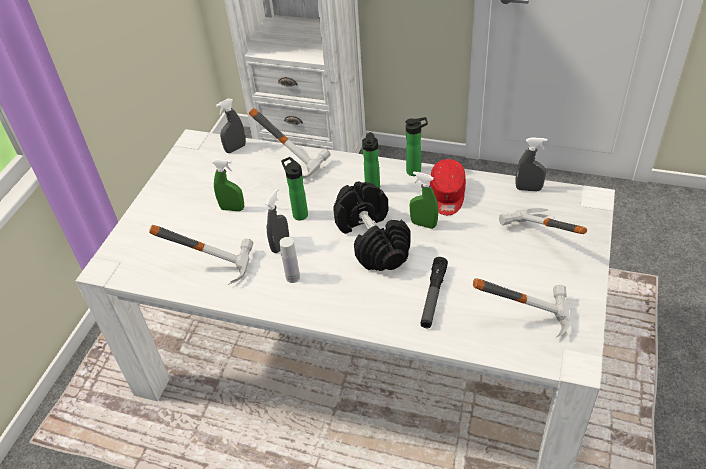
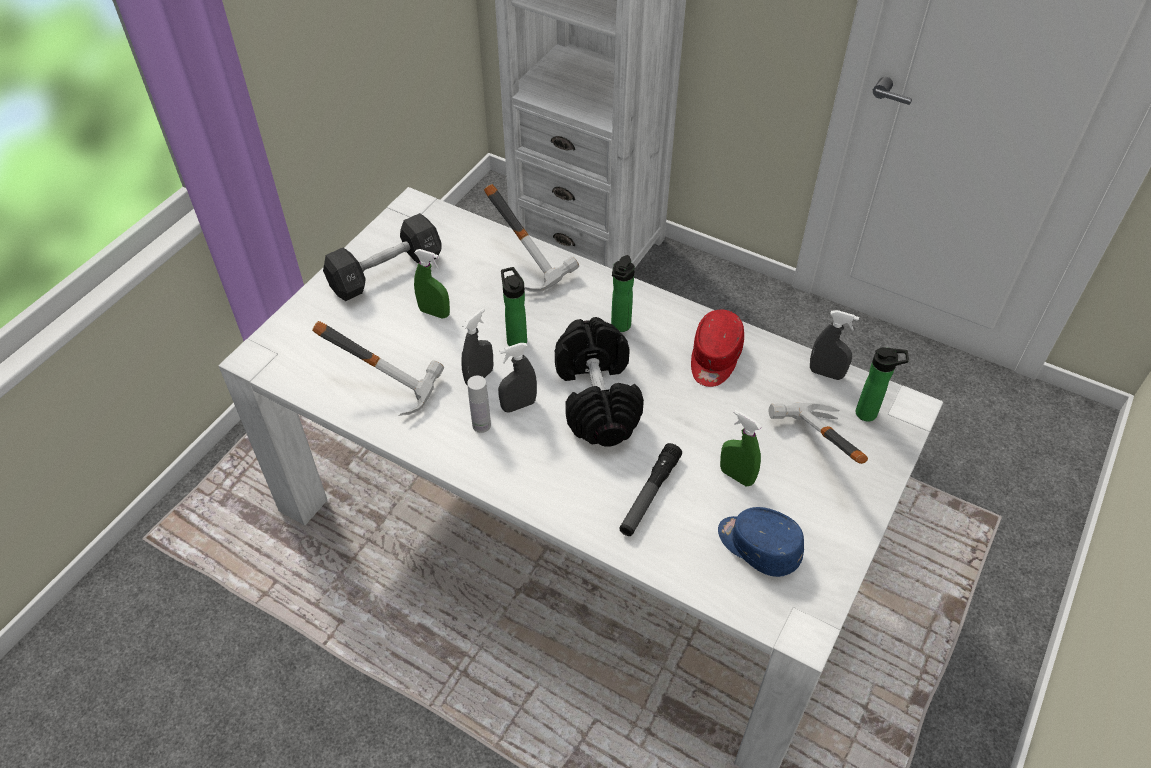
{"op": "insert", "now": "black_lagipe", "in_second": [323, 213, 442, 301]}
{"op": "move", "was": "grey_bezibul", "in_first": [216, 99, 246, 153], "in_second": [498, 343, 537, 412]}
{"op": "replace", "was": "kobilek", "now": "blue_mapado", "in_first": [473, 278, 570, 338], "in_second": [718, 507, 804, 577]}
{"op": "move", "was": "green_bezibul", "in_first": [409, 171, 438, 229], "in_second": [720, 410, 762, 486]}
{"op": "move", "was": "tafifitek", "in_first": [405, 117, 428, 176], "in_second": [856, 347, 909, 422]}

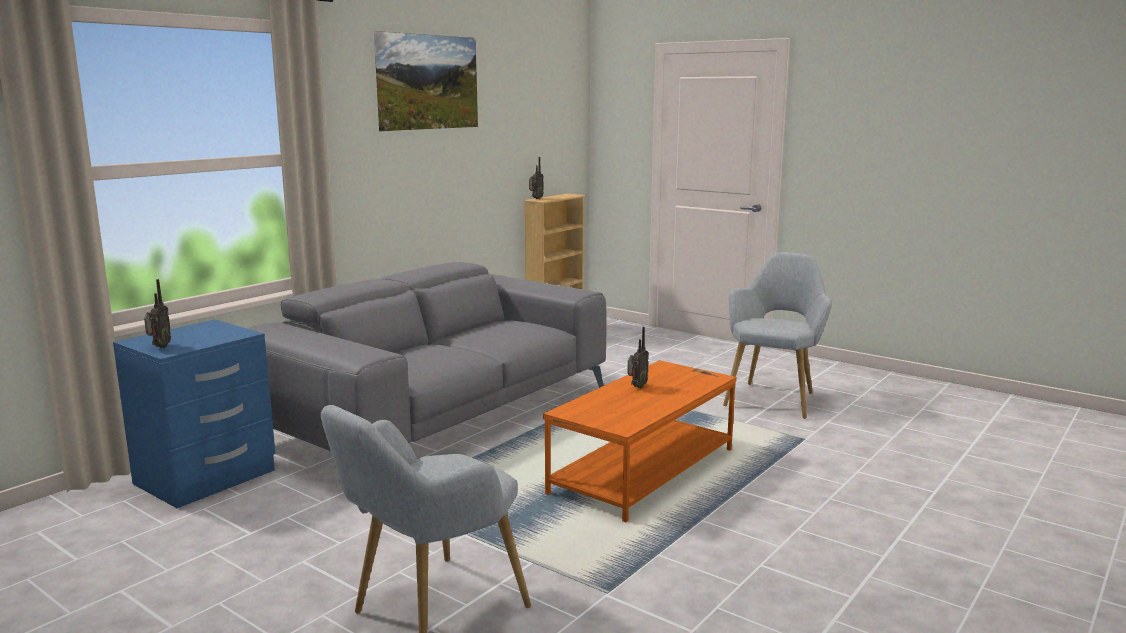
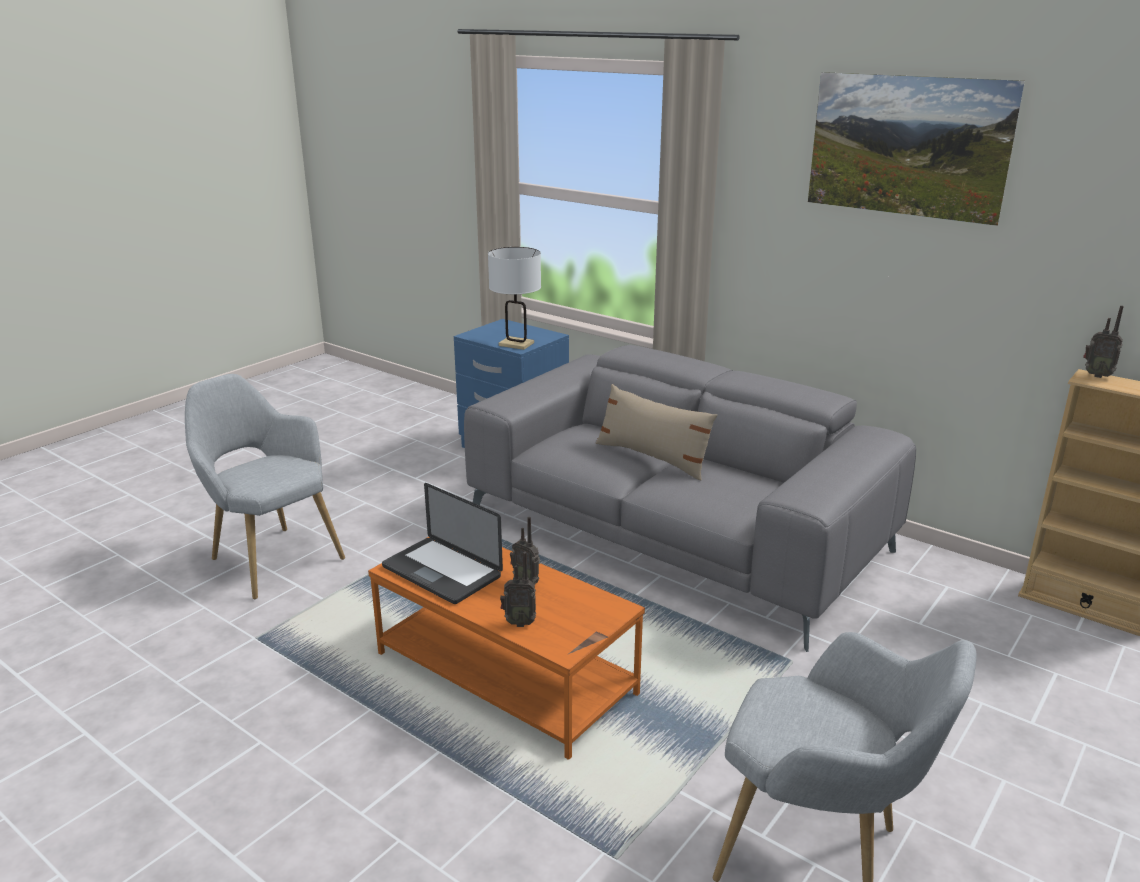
{"op": "insert", "now": "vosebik", "in_second": [382, 483, 503, 604]}
{"op": "insert", "now": "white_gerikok", "in_second": [488, 247, 541, 350]}
{"op": "move", "was": "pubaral", "in_first": [144, 279, 171, 348], "in_second": [500, 552, 536, 627]}
{"op": "insert", "now": "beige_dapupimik", "in_second": [596, 384, 717, 480]}

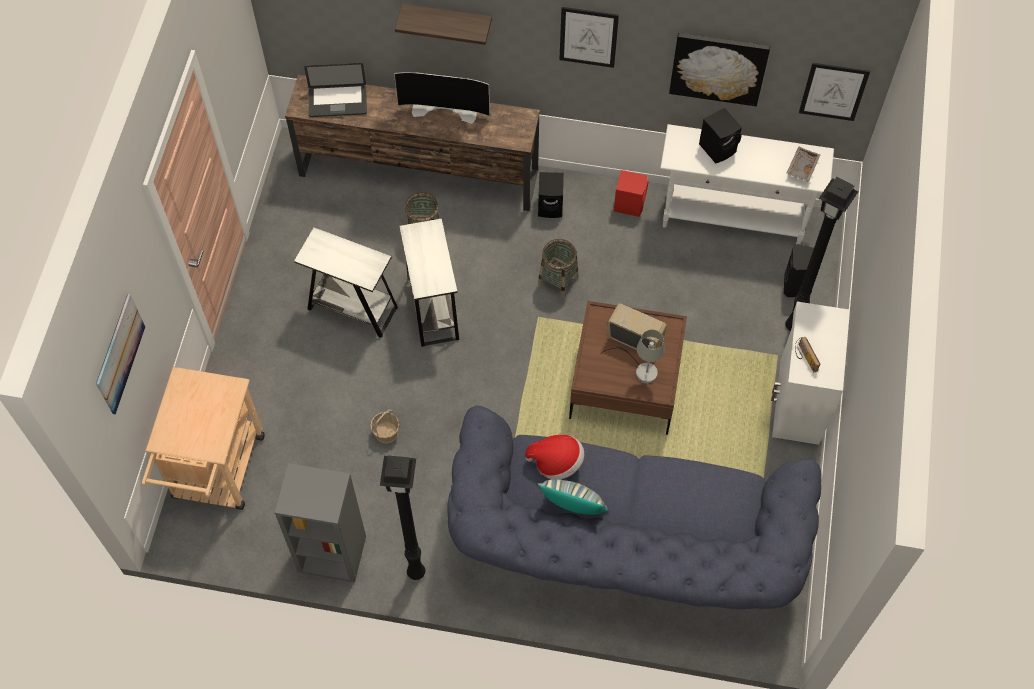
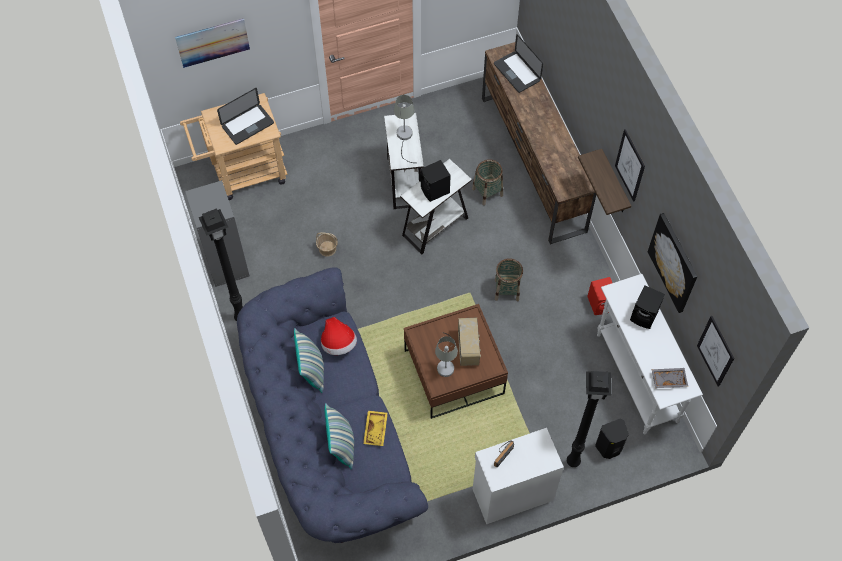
{"op": "insert", "now": "vosebik", "in_second": [217, 88, 274, 145]}
{"op": "insert", "now": "dapupimik", "in_second": [325, 403, 354, 470]}
{"op": "insert", "now": "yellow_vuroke", "in_second": [363, 411, 388, 446]}
{"op": "insert", "now": "grey_gerikok", "in_second": [394, 95, 415, 163]}
{"op": "move", "was": "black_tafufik", "in_first": [538, 172, 564, 218], "in_second": [419, 160, 451, 202]}
{"op": "move", "was": "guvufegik", "in_first": [395, 4, 492, 45], "in_second": [578, 149, 631, 215]}
{"op": "delete", "was": "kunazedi", "in_first": [394, 72, 490, 124]}

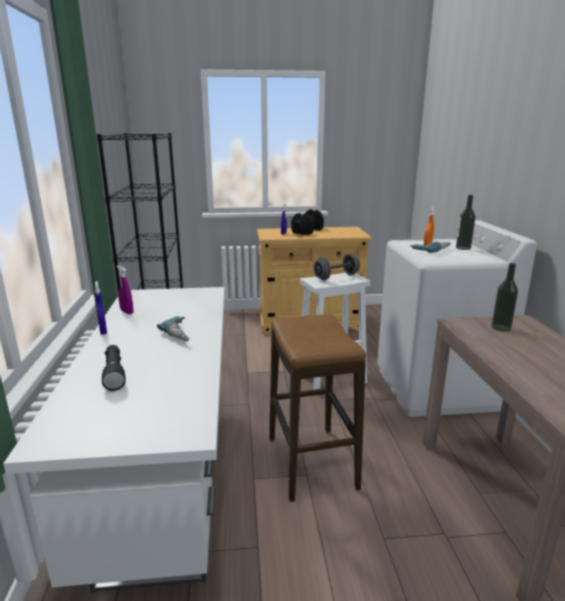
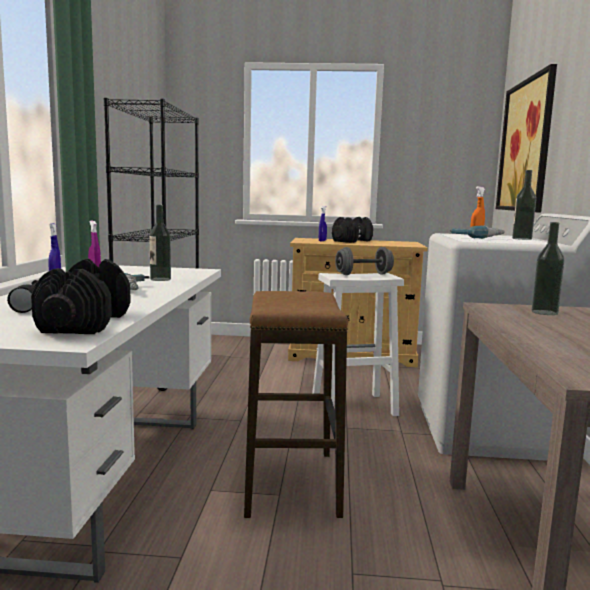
{"op": "insert", "now": "black_lagipe", "in_second": [31, 259, 131, 334]}
{"op": "insert", "now": "tafifitek", "in_second": [149, 205, 171, 281]}
{"op": "insert", "now": "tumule", "in_second": [496, 64, 557, 212]}

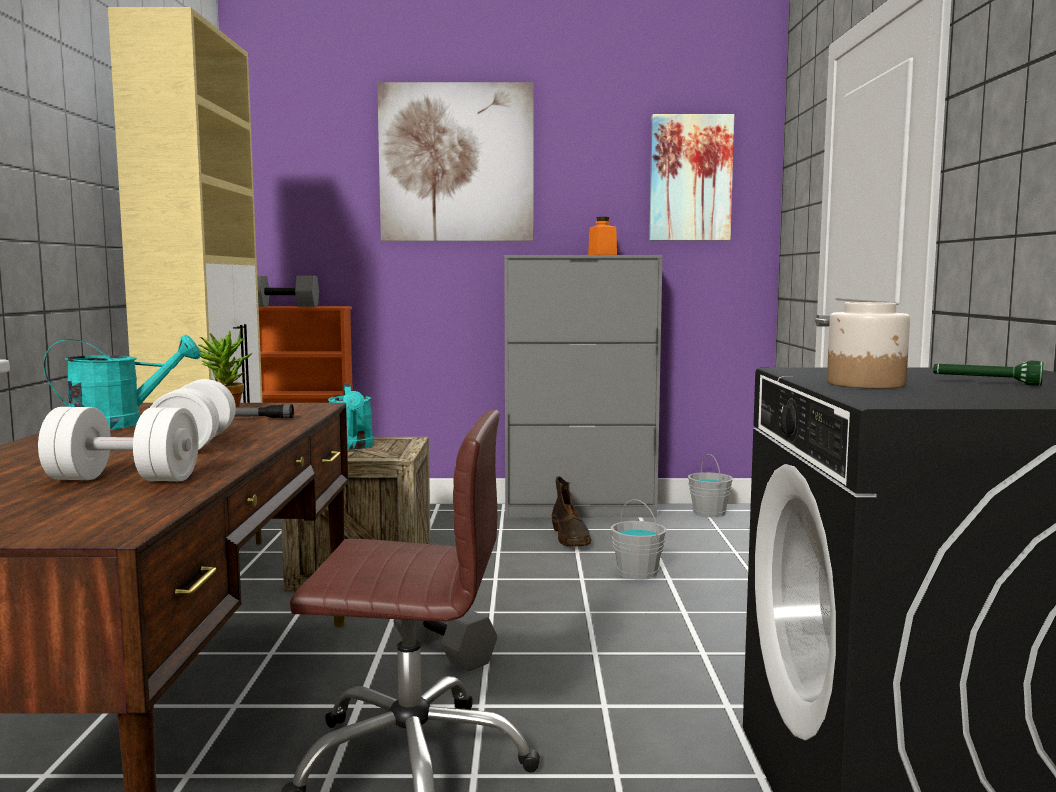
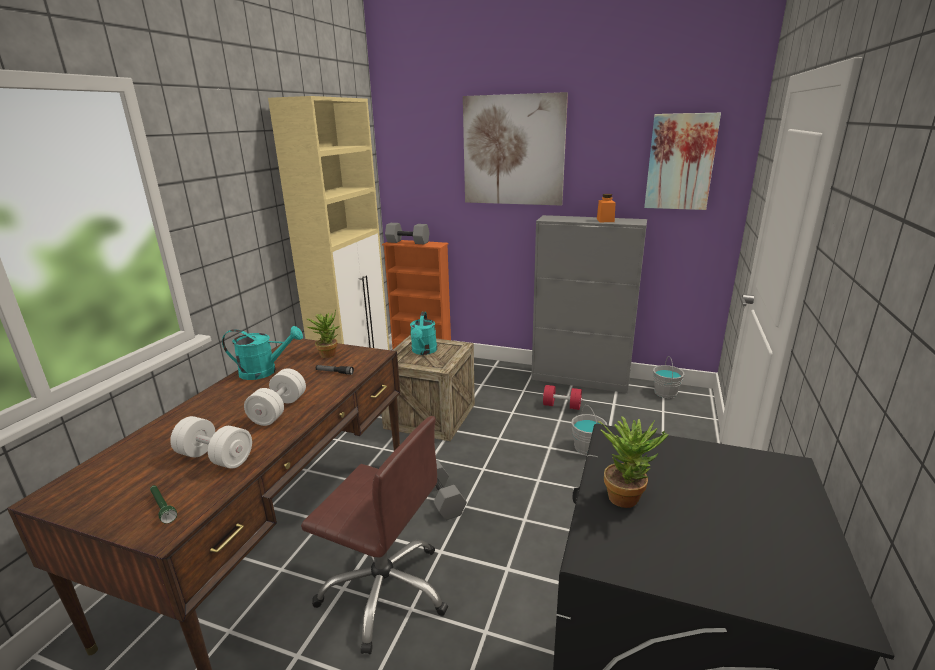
{"op": "move", "was": "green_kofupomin", "in_first": [933, 361, 1043, 386], "in_second": [150, 485, 177, 524]}
{"op": "replace", "was": "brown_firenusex", "now": "red_lagipe", "in_first": [552, 476, 592, 547], "in_second": [543, 385, 582, 410]}
{"op": "replace", "was": "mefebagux", "now": "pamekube", "in_first": [827, 302, 910, 389], "in_second": [598, 416, 669, 508]}

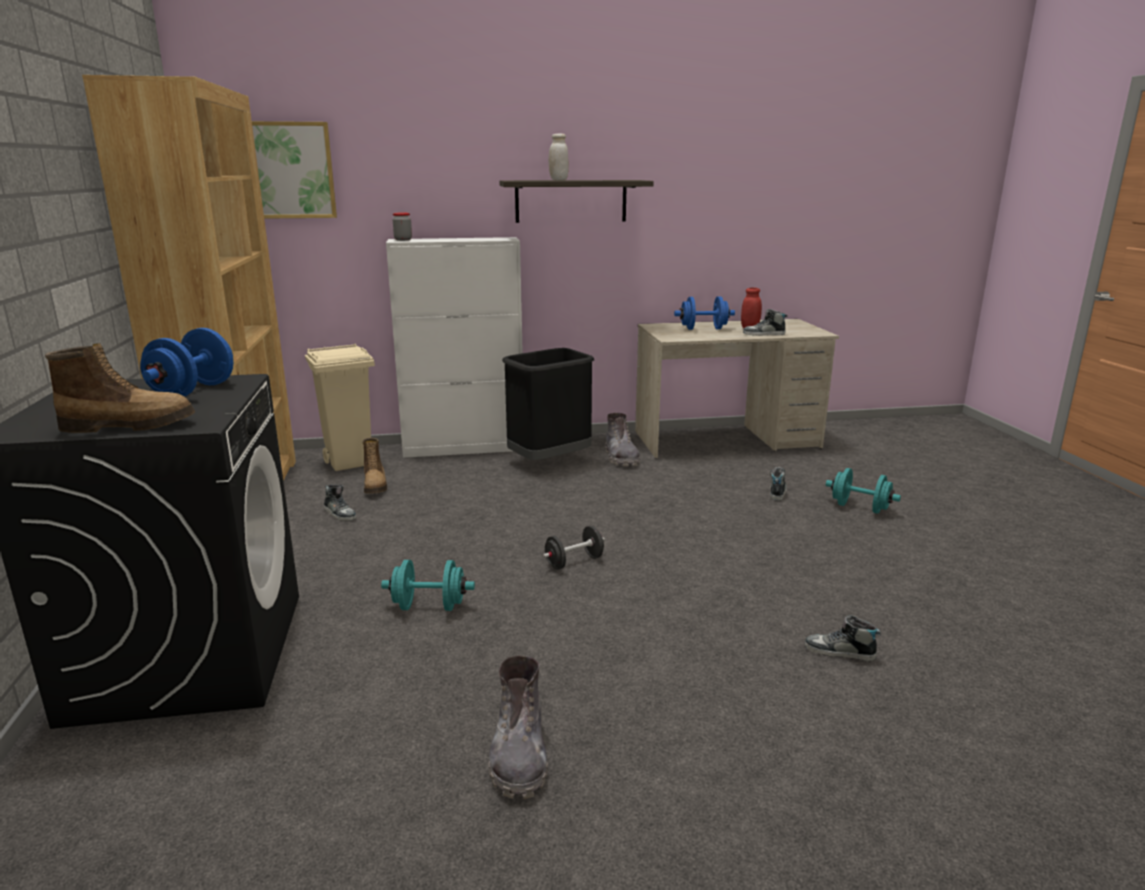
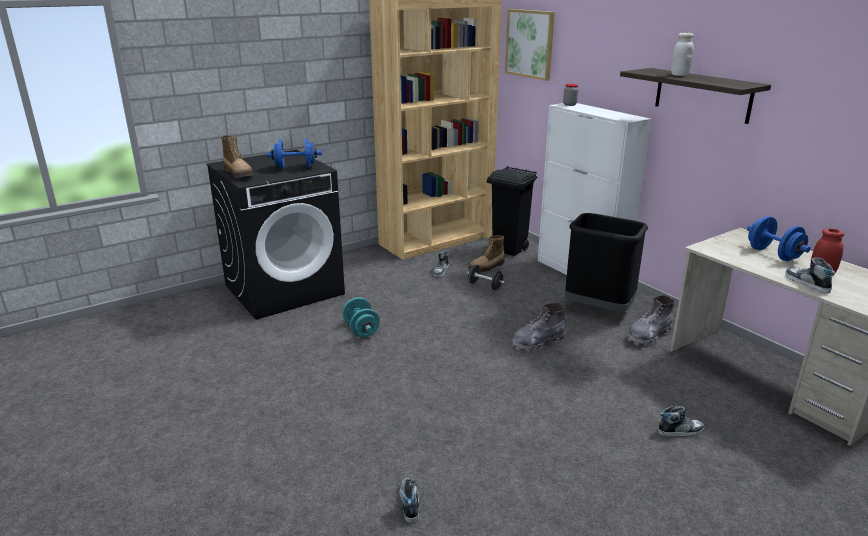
{"op": "move", "was": "black_lagipe", "in_first": [543, 526, 605, 570], "in_second": [467, 265, 505, 290]}
{"op": "recolor", "was": "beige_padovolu", "now": "black_padovolu", "in_first": [305, 344, 375, 471], "in_second": [487, 166, 538, 256]}
{"op": "move", "was": "grey_firenusex", "in_first": [488, 655, 548, 799], "in_second": [512, 303, 566, 352]}
{"op": "delete", "was": "turquoise_lagipe", "in_first": [826, 468, 901, 514]}

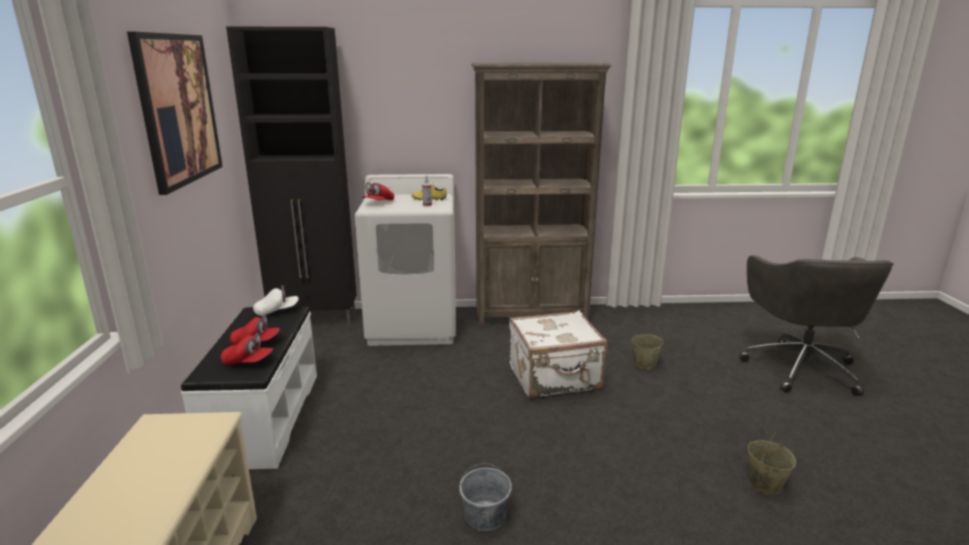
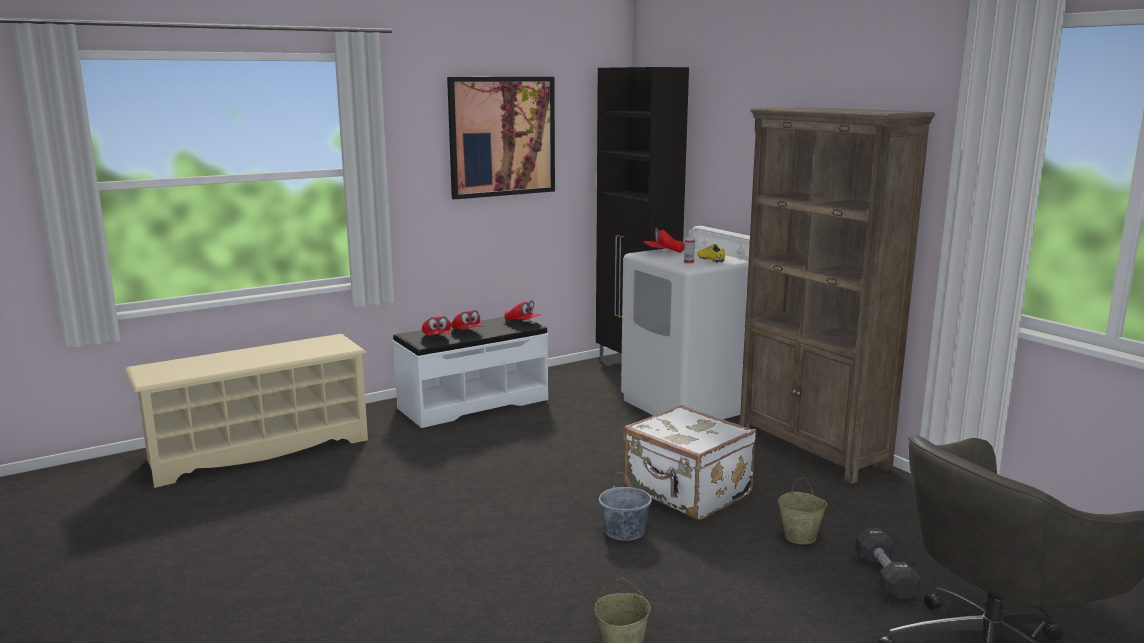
{"op": "recolor", "was": "white_mapado", "now": "red_mapado", "in_first": [253, 285, 299, 316], "in_second": [504, 300, 541, 321]}
{"op": "move", "was": "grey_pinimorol", "in_first": [459, 463, 512, 531], "in_second": [599, 472, 652, 541]}
{"op": "insert", "now": "black_lagipe", "in_second": [855, 528, 921, 601]}

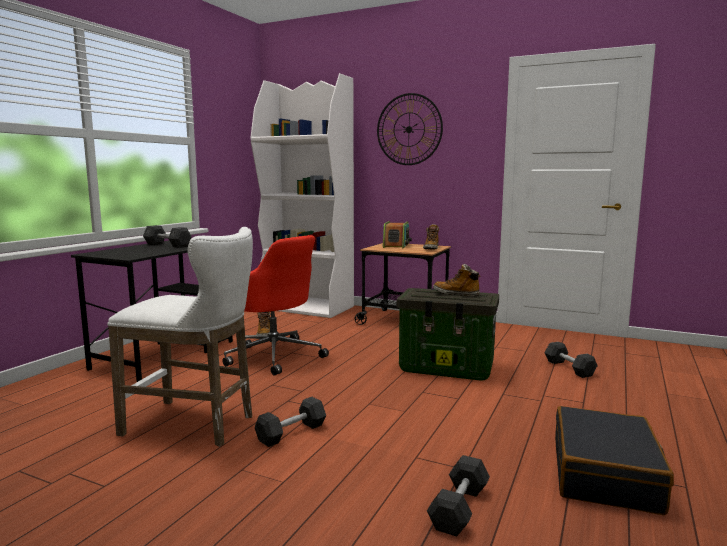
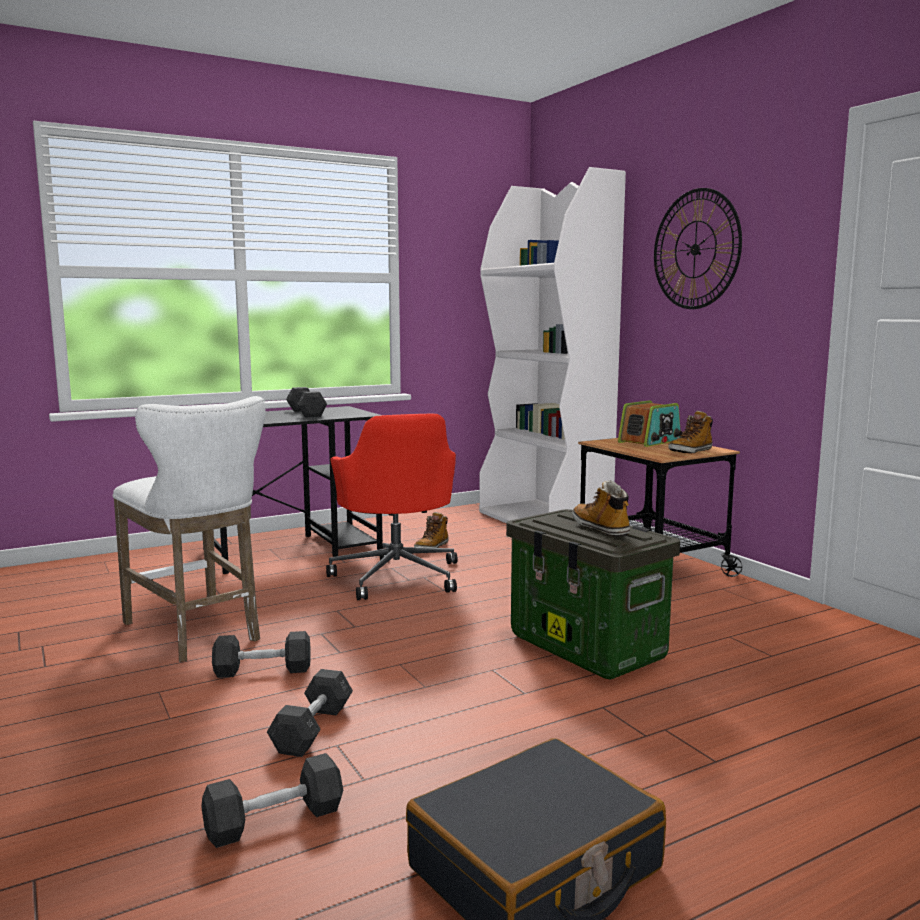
{"op": "move", "was": "grey_lagipe", "in_first": [545, 342, 598, 378], "in_second": [267, 669, 353, 757]}

